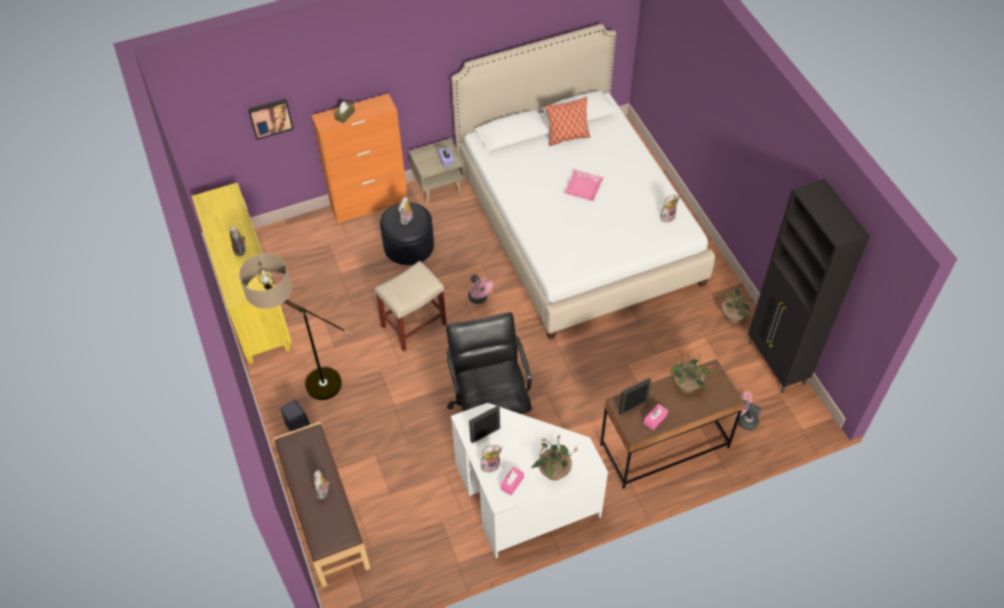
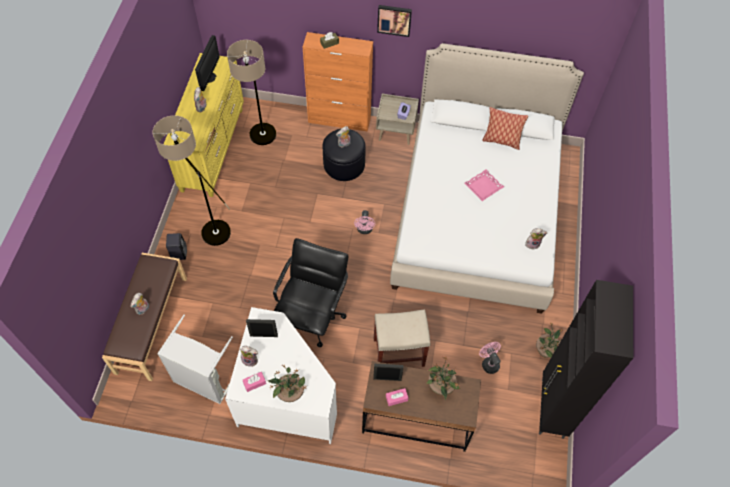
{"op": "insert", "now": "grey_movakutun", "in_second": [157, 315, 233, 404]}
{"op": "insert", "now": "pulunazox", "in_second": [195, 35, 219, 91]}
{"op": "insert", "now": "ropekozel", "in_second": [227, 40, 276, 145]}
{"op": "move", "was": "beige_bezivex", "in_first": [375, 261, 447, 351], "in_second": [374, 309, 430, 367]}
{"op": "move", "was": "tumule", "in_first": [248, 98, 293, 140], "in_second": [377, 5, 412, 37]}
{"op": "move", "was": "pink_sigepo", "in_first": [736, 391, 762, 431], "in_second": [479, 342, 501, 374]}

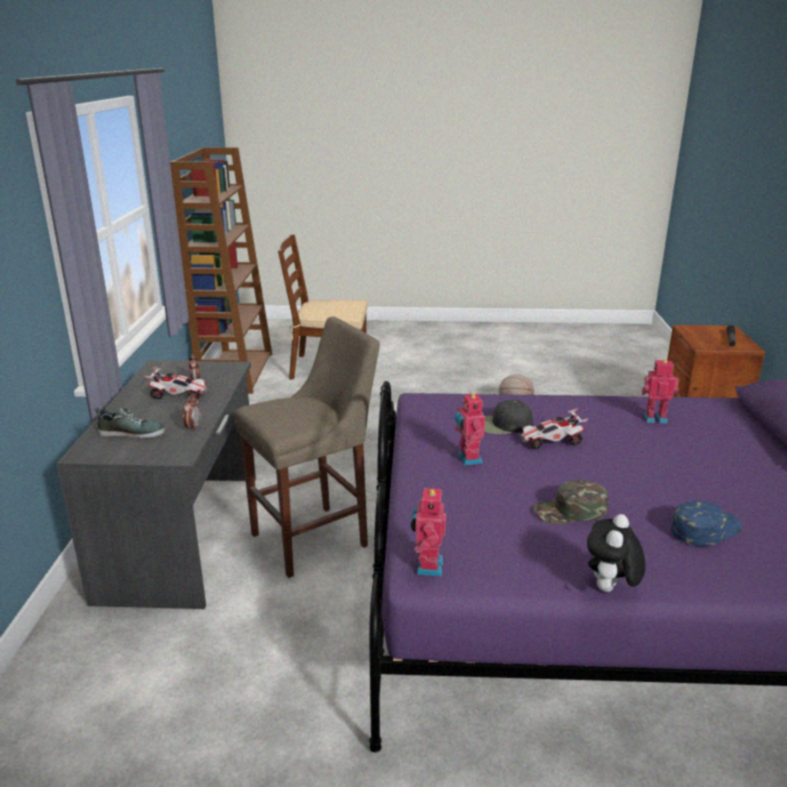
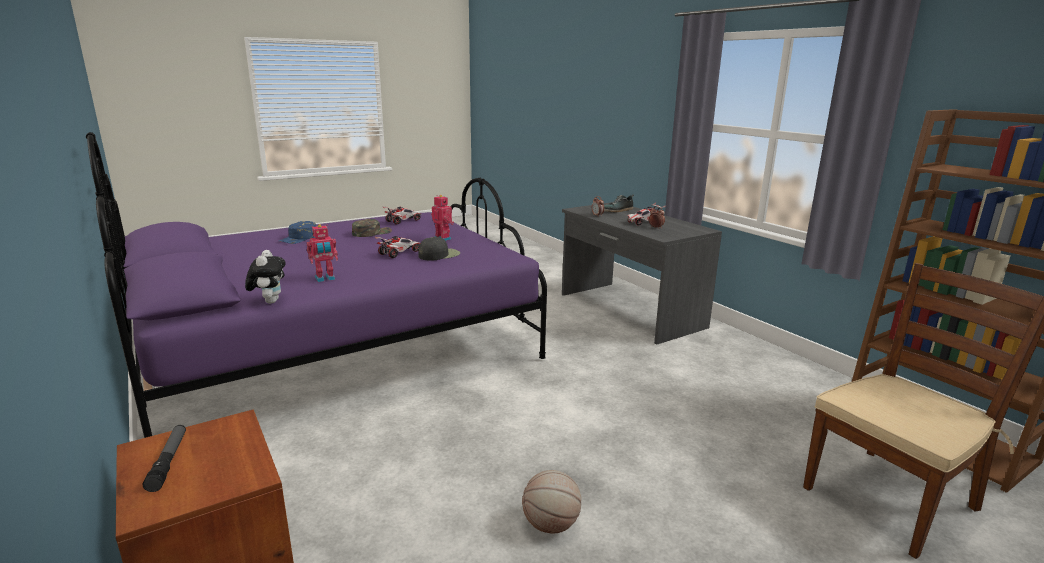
{"op": "move", "was": "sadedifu", "in_first": [587, 514, 646, 592], "in_second": [245, 250, 286, 304]}
{"op": "insert", "now": "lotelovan", "in_second": [383, 207, 422, 225]}
{"op": "delete", "was": "beige_bezivex", "in_first": [234, 317, 380, 578]}
{"op": "delete", "was": "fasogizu", "in_first": [411, 485, 446, 576]}

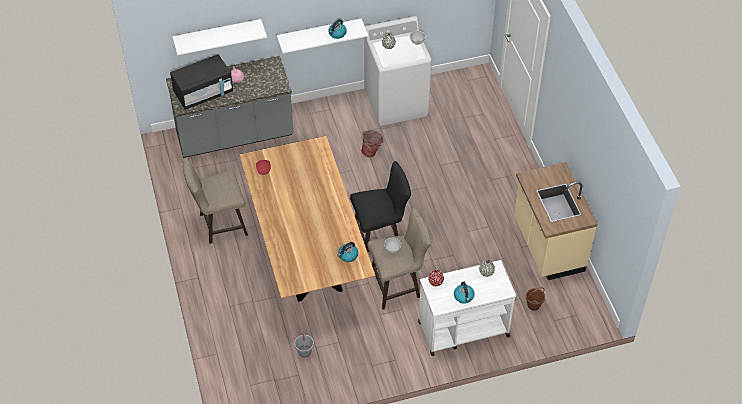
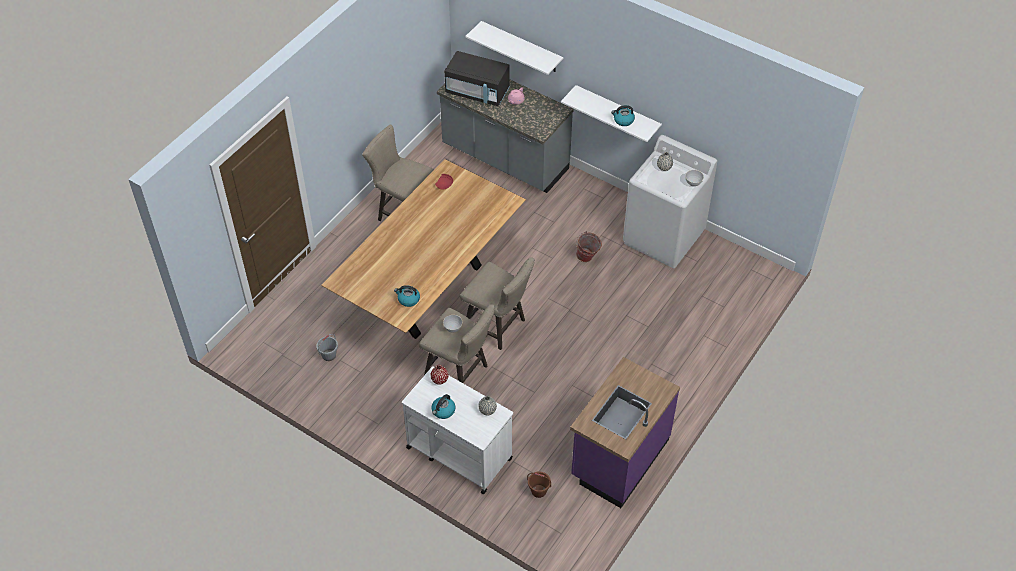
{"op": "recolor", "was": "black_bezivex", "now": "beige_bezivex", "in_first": [350, 161, 411, 252], "in_second": [460, 257, 535, 350]}
{"op": "recolor", "was": "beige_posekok", "now": "purple_posekok", "in_first": [514, 162, 598, 280], "in_second": [570, 357, 680, 508]}

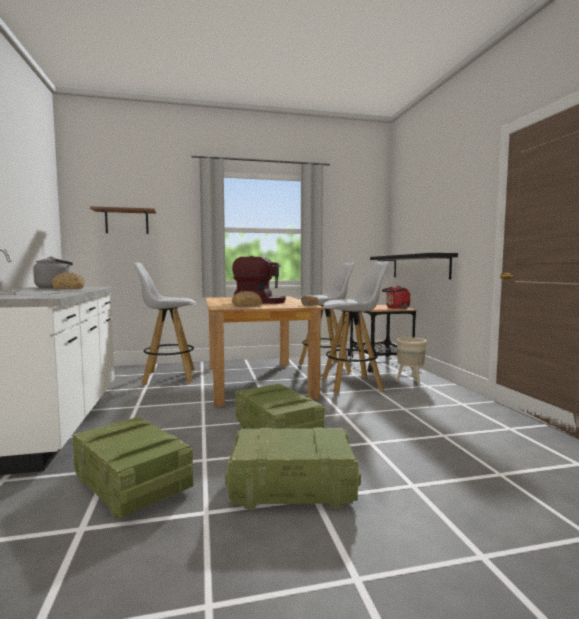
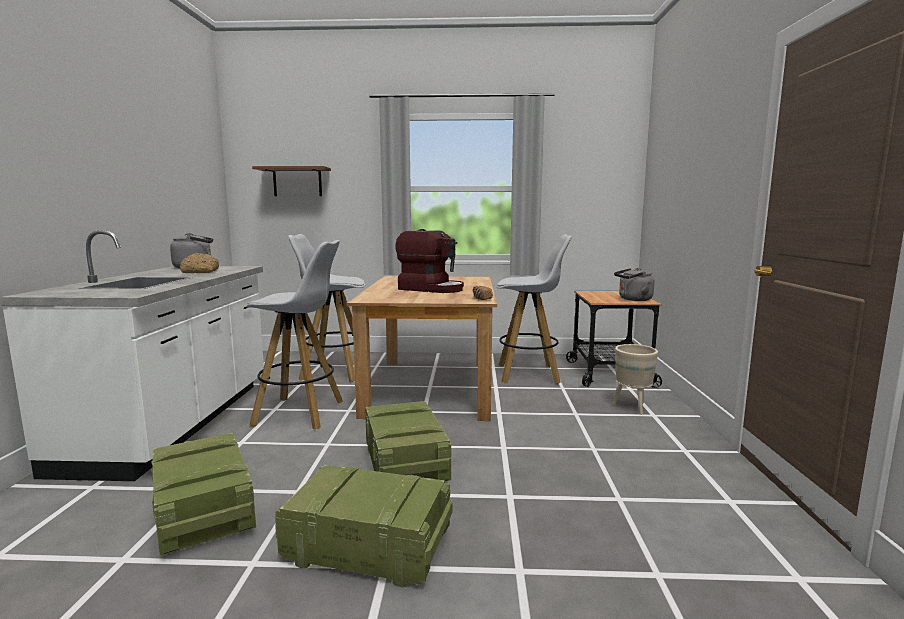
{"op": "move", "was": "white_bezivex", "in_first": [322, 262, 389, 394], "in_second": [247, 240, 343, 429]}
{"op": "recolor", "was": "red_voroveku", "now": "grey_voroveku", "in_first": [382, 286, 410, 309], "in_second": [614, 268, 654, 301]}
{"op": "delete", "was": "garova", "in_first": [232, 291, 262, 306]}
{"op": "delete", "was": "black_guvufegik", "in_first": [370, 253, 458, 280]}

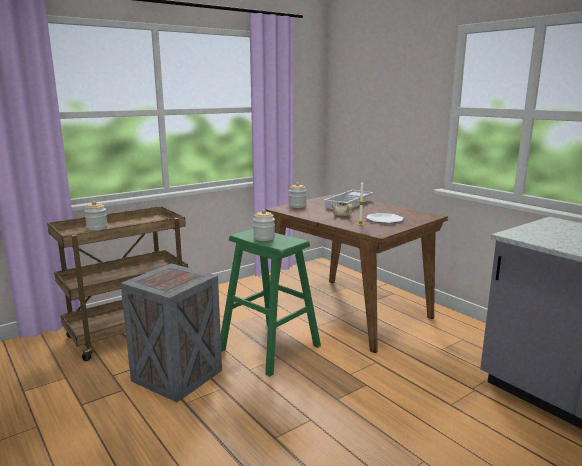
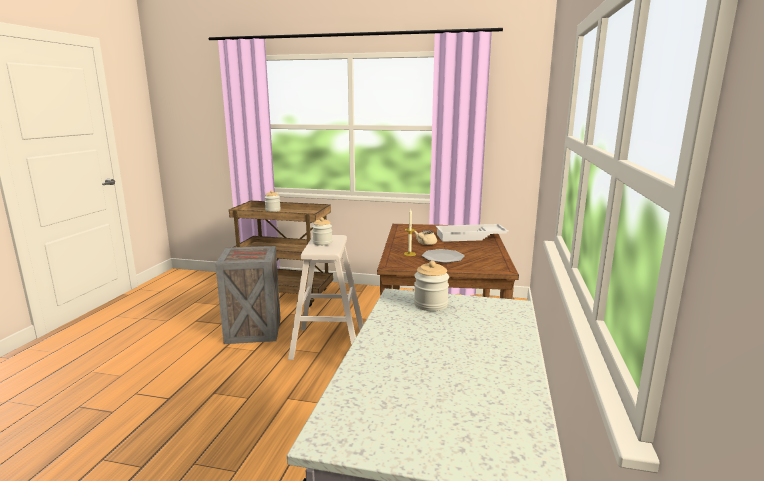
{"op": "recolor", "was": "green_bezivex", "now": "beige_bezivex", "in_first": [221, 228, 321, 377], "in_second": [288, 235, 364, 360]}
{"op": "move", "was": "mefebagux", "in_first": [289, 183, 306, 208], "in_second": [414, 261, 449, 311]}

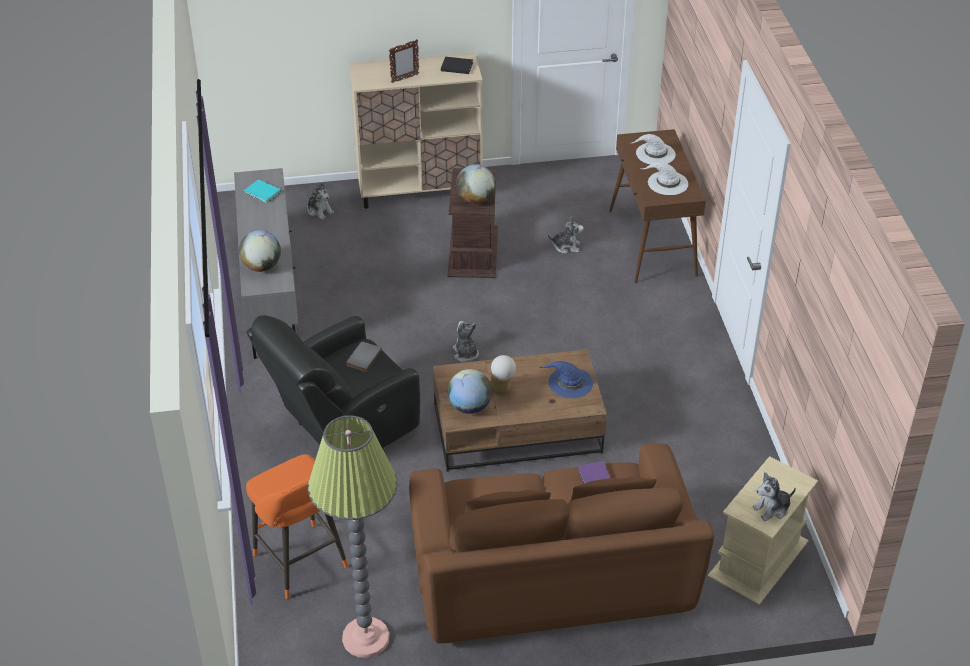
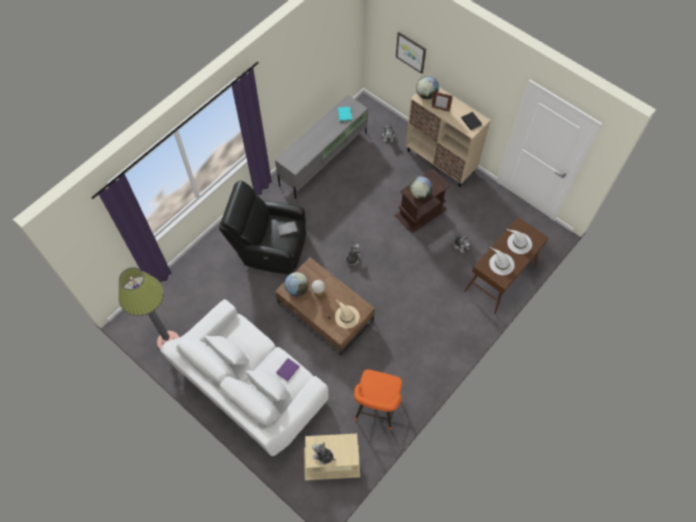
{"op": "recolor", "was": "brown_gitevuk", "now": "white_gitevuk", "in_first": [409, 443, 714, 643], "in_second": [160, 299, 328, 456]}
{"op": "recolor", "was": "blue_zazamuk", "now": "beige_zazamuk", "in_first": [540, 361, 593, 398], "in_second": [335, 300, 360, 328]}
{"op": "move", "was": "orange_bezivex", "in_first": [246, 454, 349, 599], "in_second": [354, 370, 402, 430]}
{"op": "insert", "now": "tumule", "in_second": [396, 32, 426, 74]}
{"op": "move", "was": "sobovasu", "in_first": [239, 230, 281, 272], "in_second": [416, 76, 439, 99]}

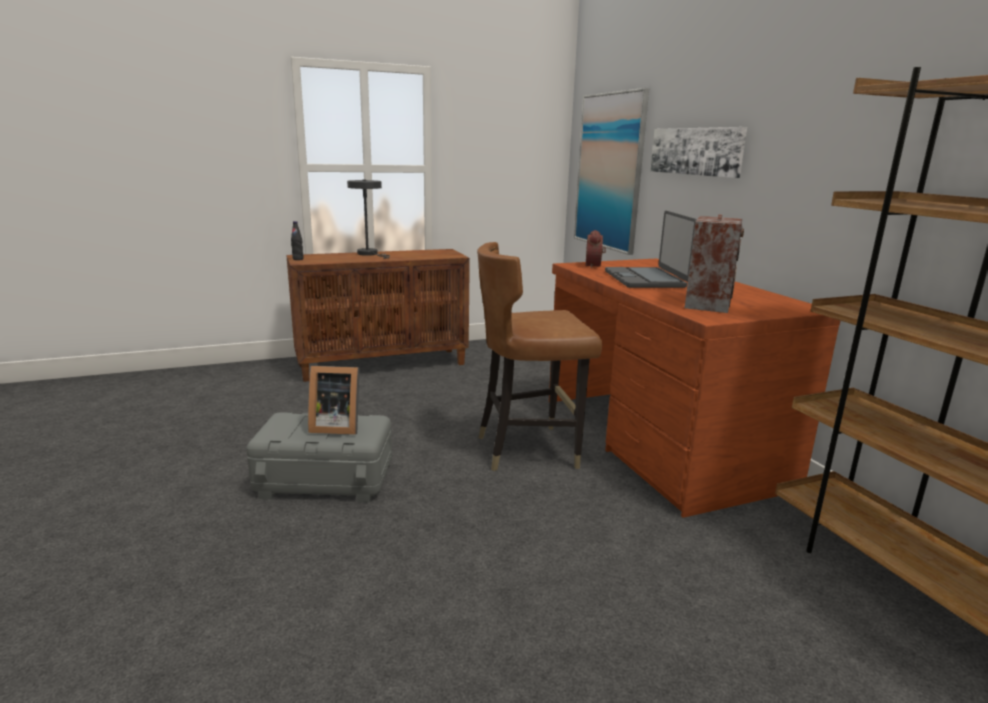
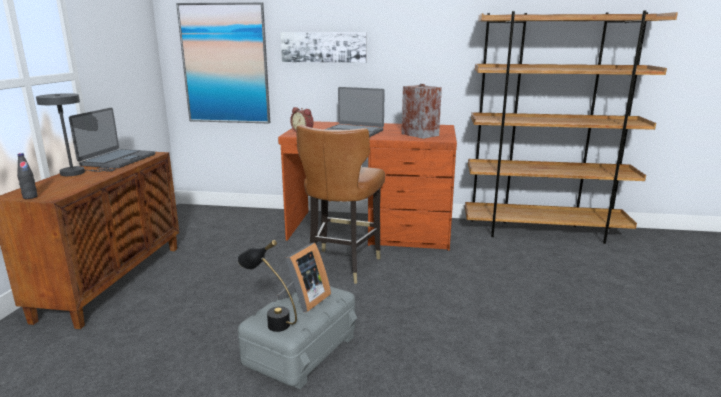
{"op": "insert", "now": "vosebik", "in_second": [69, 108, 155, 168]}
{"op": "insert", "now": "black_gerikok", "in_second": [238, 240, 297, 332]}

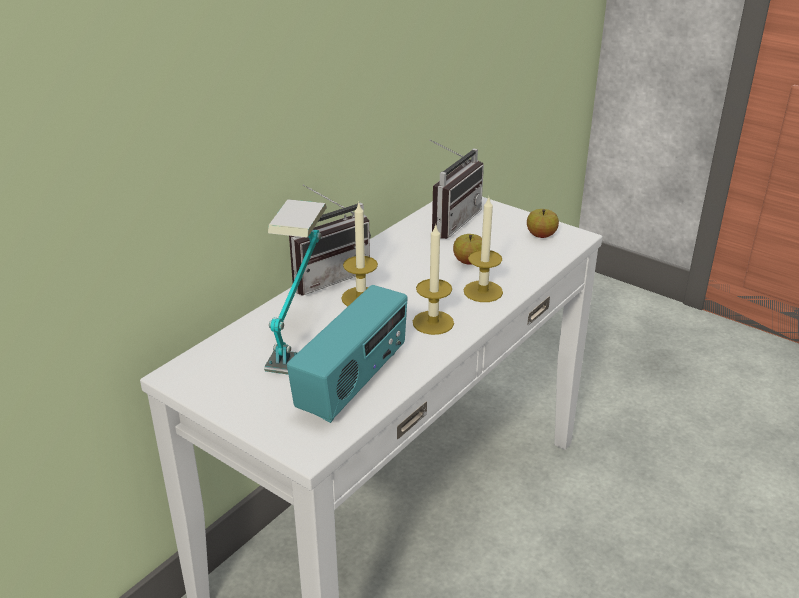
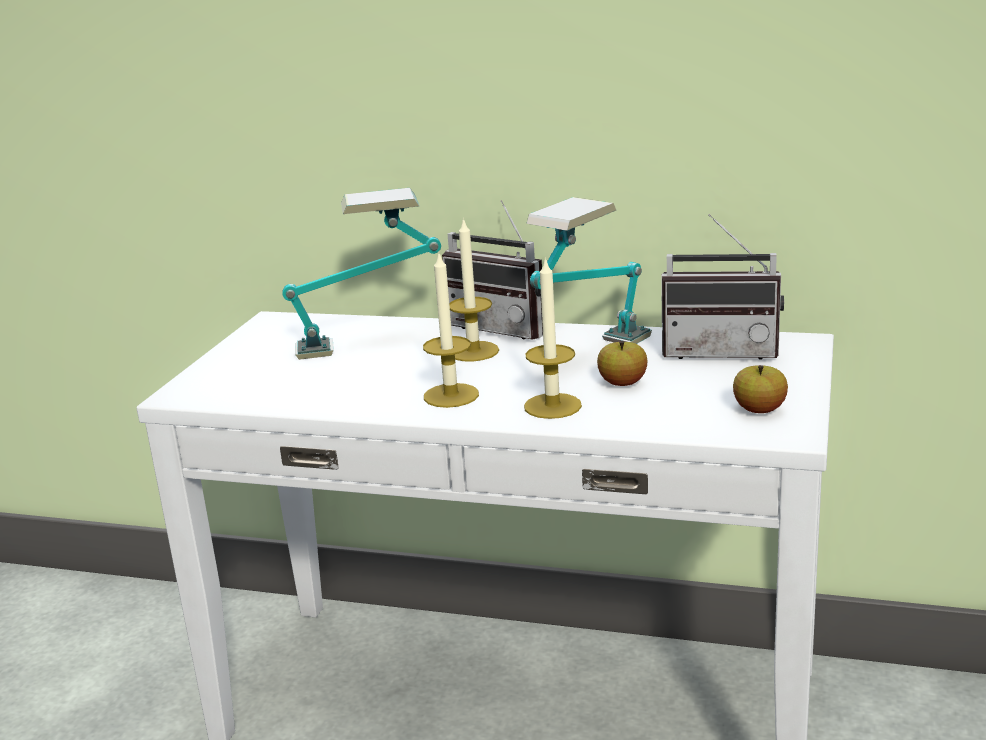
{"op": "insert", "now": "gerikok", "in_second": [526, 197, 652, 344]}
{"op": "delete", "was": "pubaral", "in_first": [287, 285, 408, 423]}

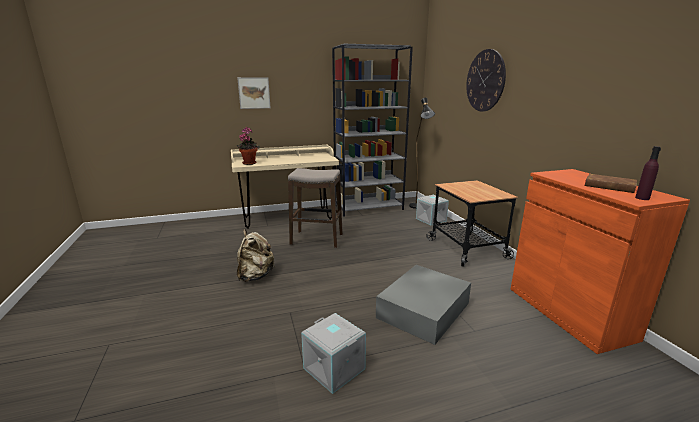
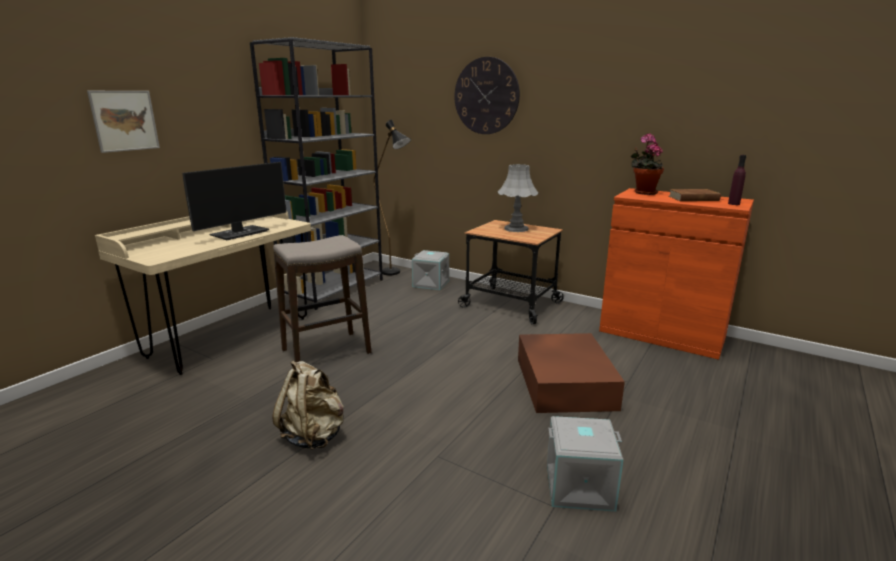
{"op": "insert", "now": "pulunazox", "in_second": [182, 162, 287, 240]}
{"op": "insert", "now": "grey_gerikok", "in_second": [498, 164, 538, 232]}
{"op": "recolor", "was": "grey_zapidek", "now": "brown_zapidek", "in_first": [376, 265, 471, 345], "in_second": [518, 333, 625, 413]}
{"op": "move", "was": "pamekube", "in_first": [236, 127, 260, 165], "in_second": [631, 133, 664, 195]}

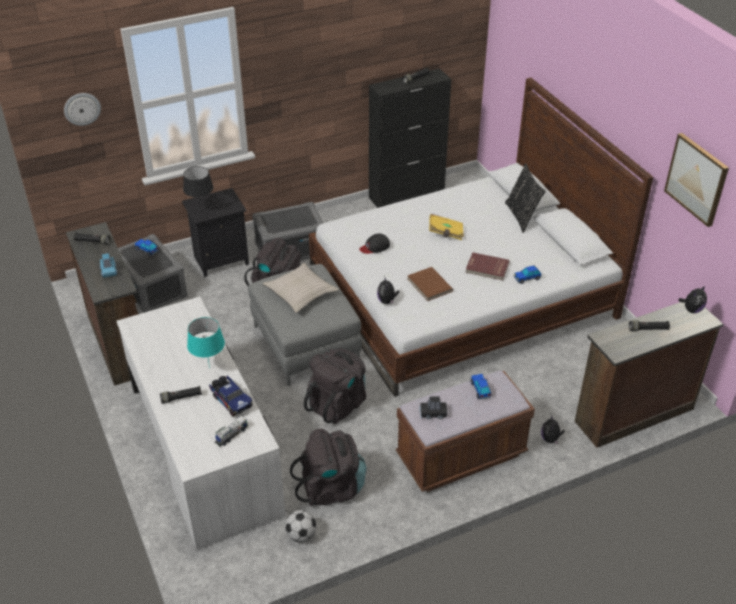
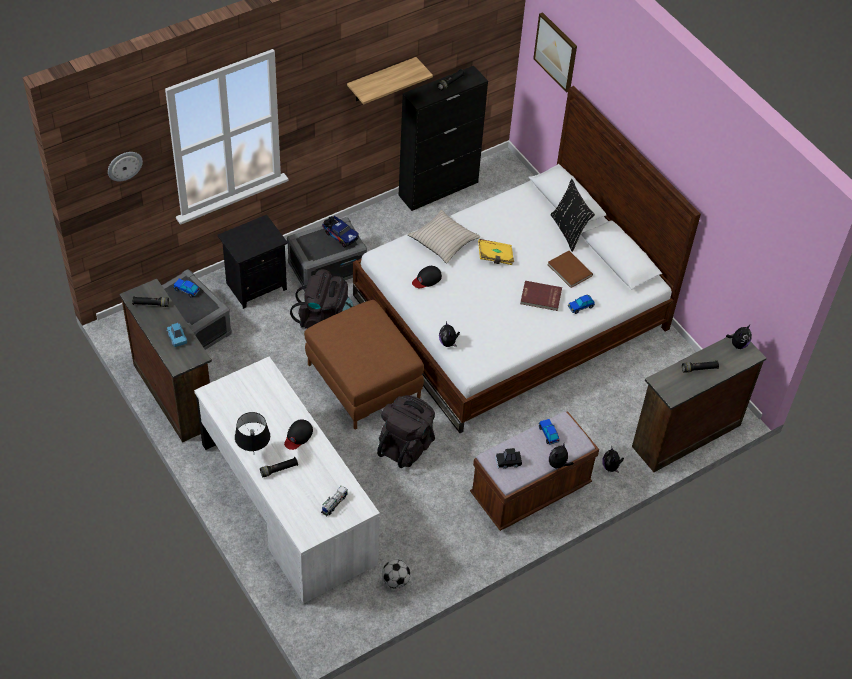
{"op": "move", "was": "black_gerikok", "in_first": [183, 166, 214, 211], "in_second": [235, 412, 270, 451]}
{"op": "replace", "was": "turquoise_gerikok", "now": "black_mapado", "in_first": [187, 317, 225, 368], "in_second": [284, 419, 313, 450]}
{"op": "recolor", "was": "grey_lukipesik", "now": "brown_lukipesik", "in_first": [248, 264, 362, 386], "in_second": [304, 300, 424, 430]}
{"op": "move", "was": "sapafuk", "in_first": [209, 376, 253, 417], "in_second": [322, 216, 359, 247]}
{"op": "insert", "now": "guvufegik", "in_second": [347, 57, 433, 105]}
{"op": "move", "was": "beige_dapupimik", "in_first": [262, 263, 339, 313], "in_second": [407, 210, 481, 264]}
{"op": "move", "was": "tumule", "in_first": [664, 133, 729, 227], "in_second": [533, 12, 577, 93]}
{"op": "move", "was": "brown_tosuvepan", "in_first": [408, 267, 453, 301], "in_second": [548, 251, 593, 288]}
{"op": "insert", "now": "sadedifu", "in_second": [549, 444, 574, 470]}
{"op": "delete", "was": "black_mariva", "in_first": [290, 429, 367, 506]}

